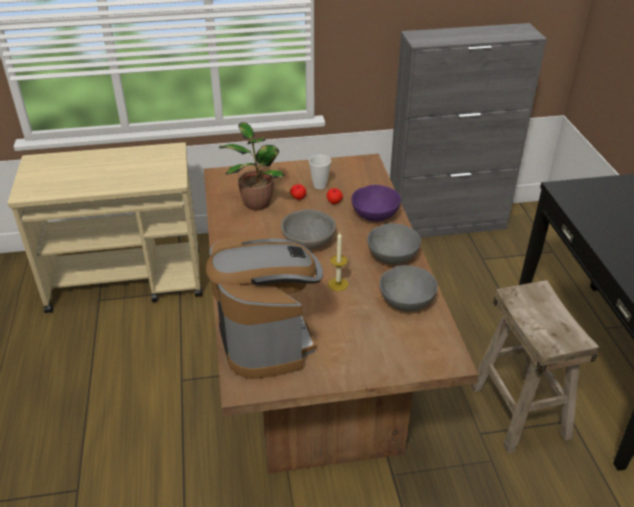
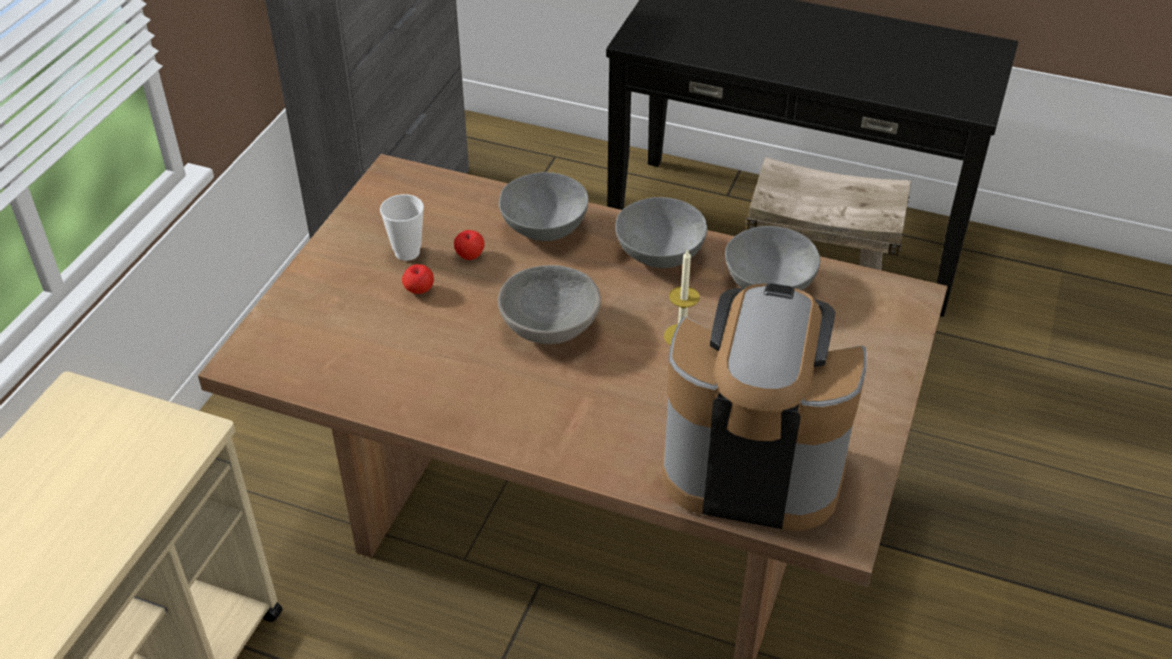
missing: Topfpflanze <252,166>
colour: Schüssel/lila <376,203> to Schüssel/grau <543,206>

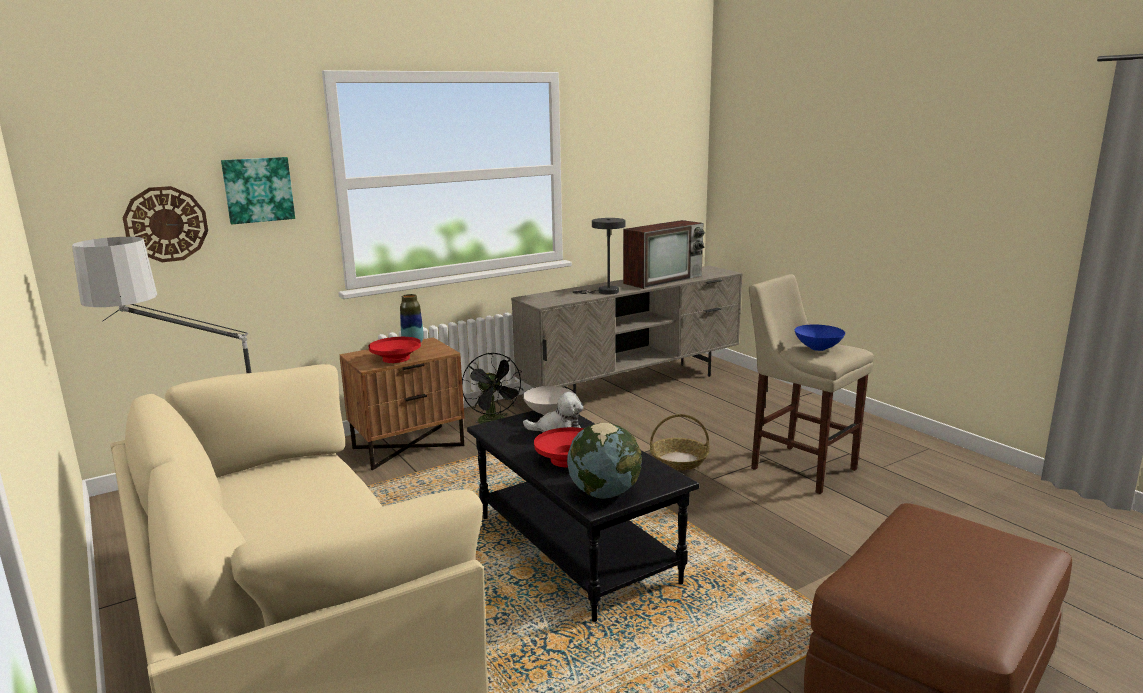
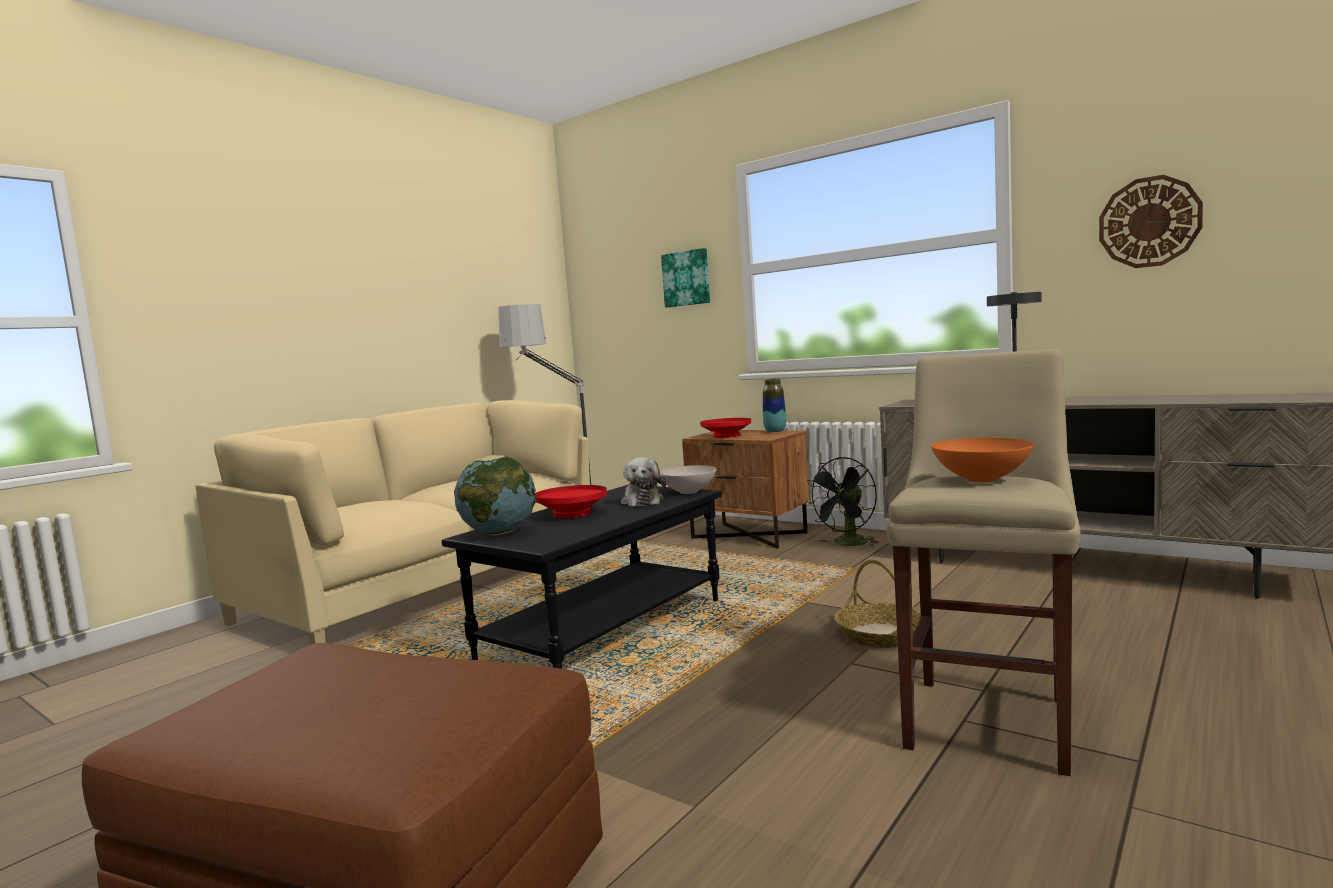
missing: Fernseher <664,254>
relocated: Wanduhr <165,224> to <1151,221>
colour: Schüssel/blau <820,338> to Schüssel/orange <982,460>

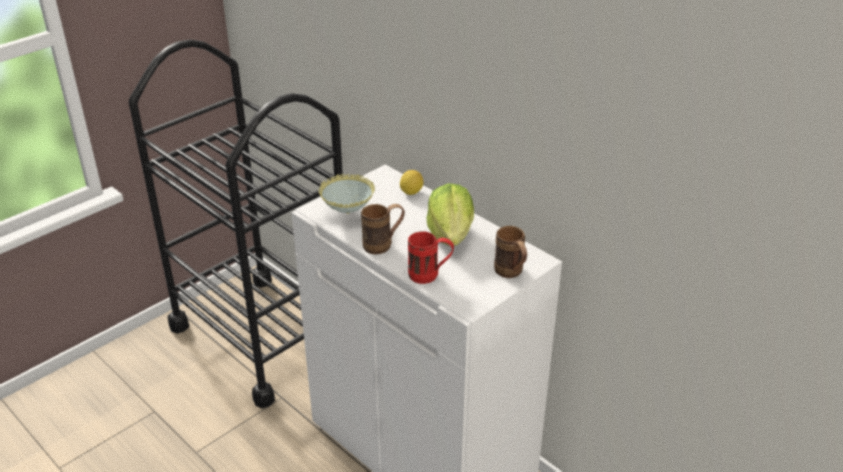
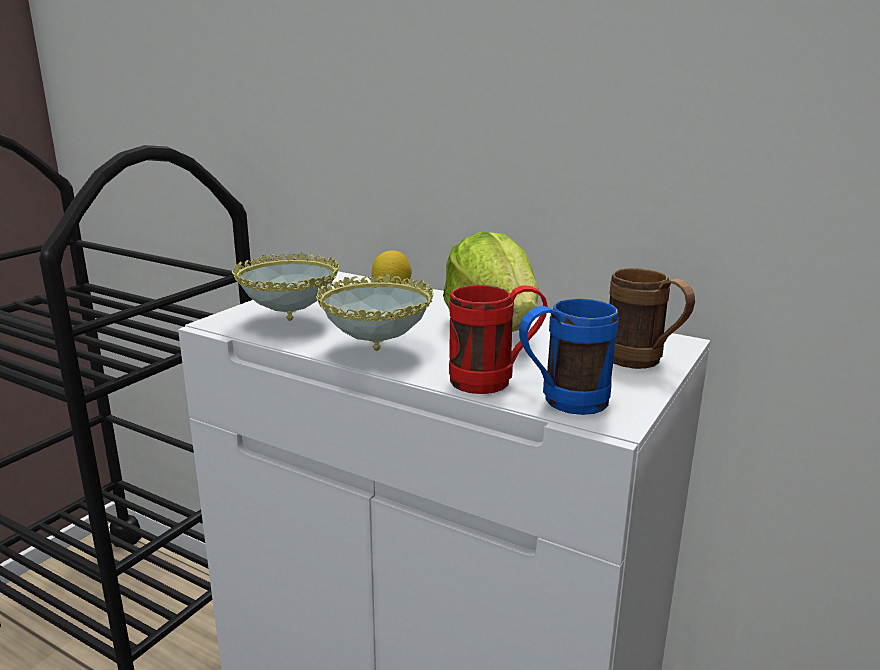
appeared: Henkelbecher/blau <568,357>
exchanged: Henkelbecher/braun <383,229> to Schüssel <375,312>

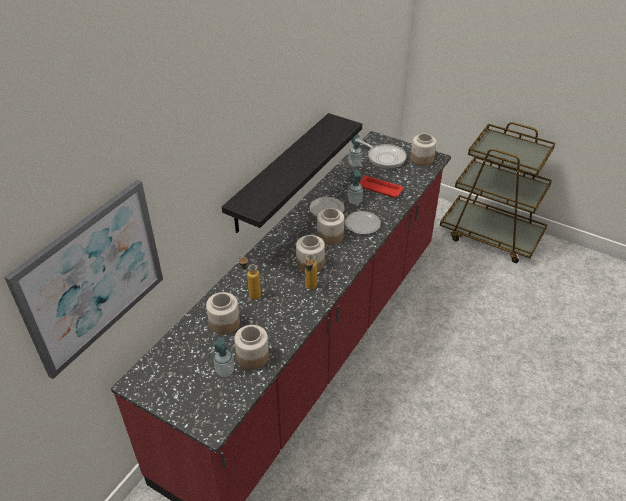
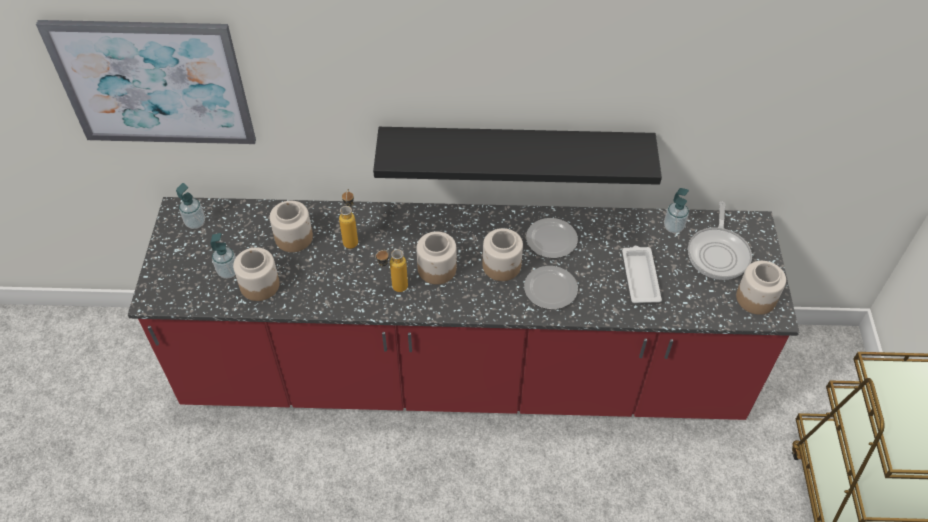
relocated: Seifenspender <355,187> to <190,206>
colour: Tablett/rot <381,186> to Tablett/weiß <642,274>

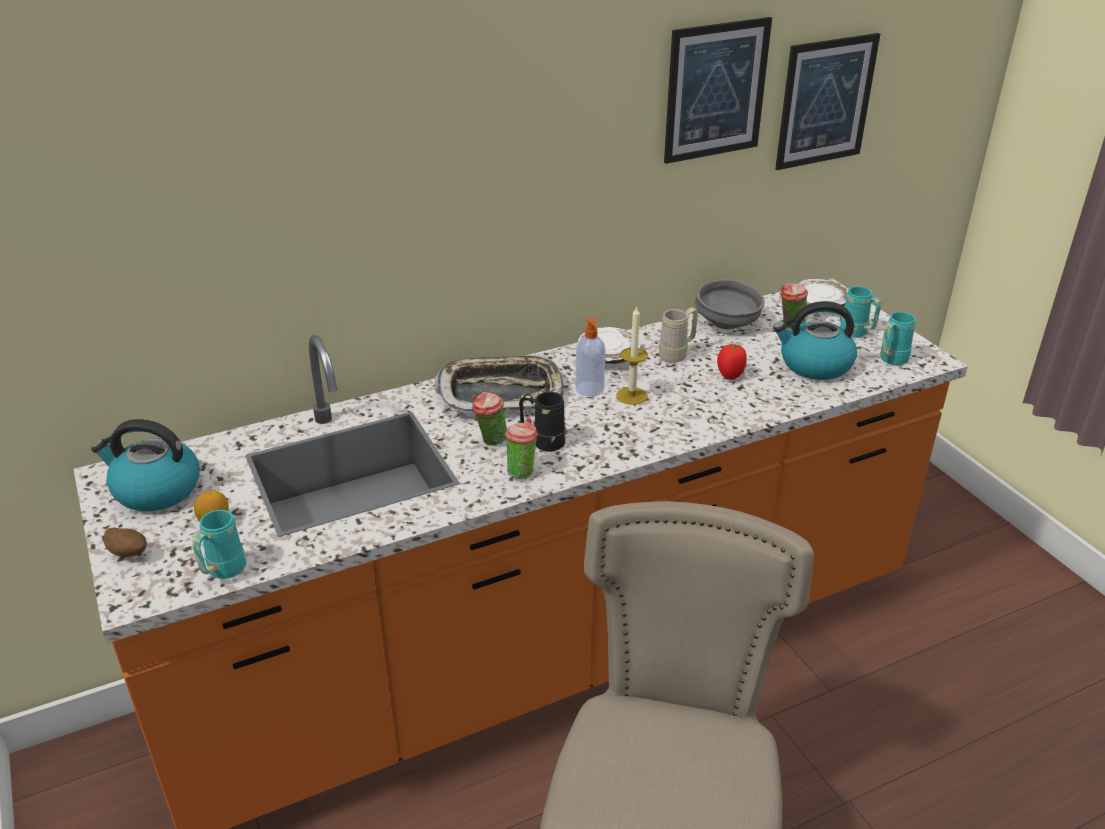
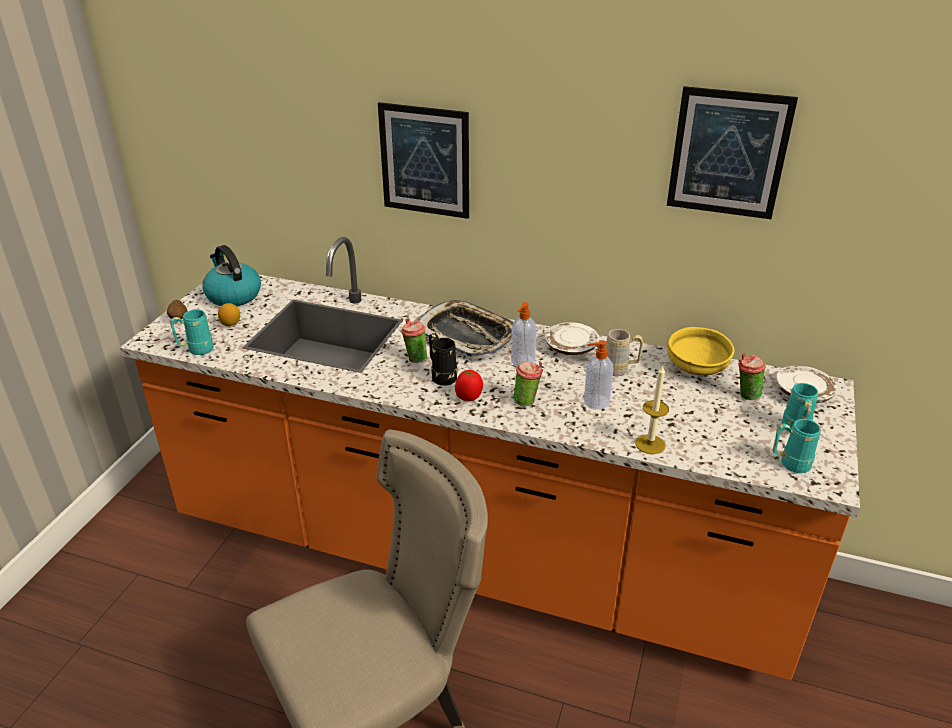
missing: Wasserkessel <815,340>
appeared: Seifenspender <599,374>
relocated: Bild <827,101> to <423,160>; Tomate <732,362> to <469,385>; Tasse <521,448> to <528,384>; Kerze <632,355> to <652,409>
colour: Schüssel/grau <730,304> to Schüssel/gelb <701,351>

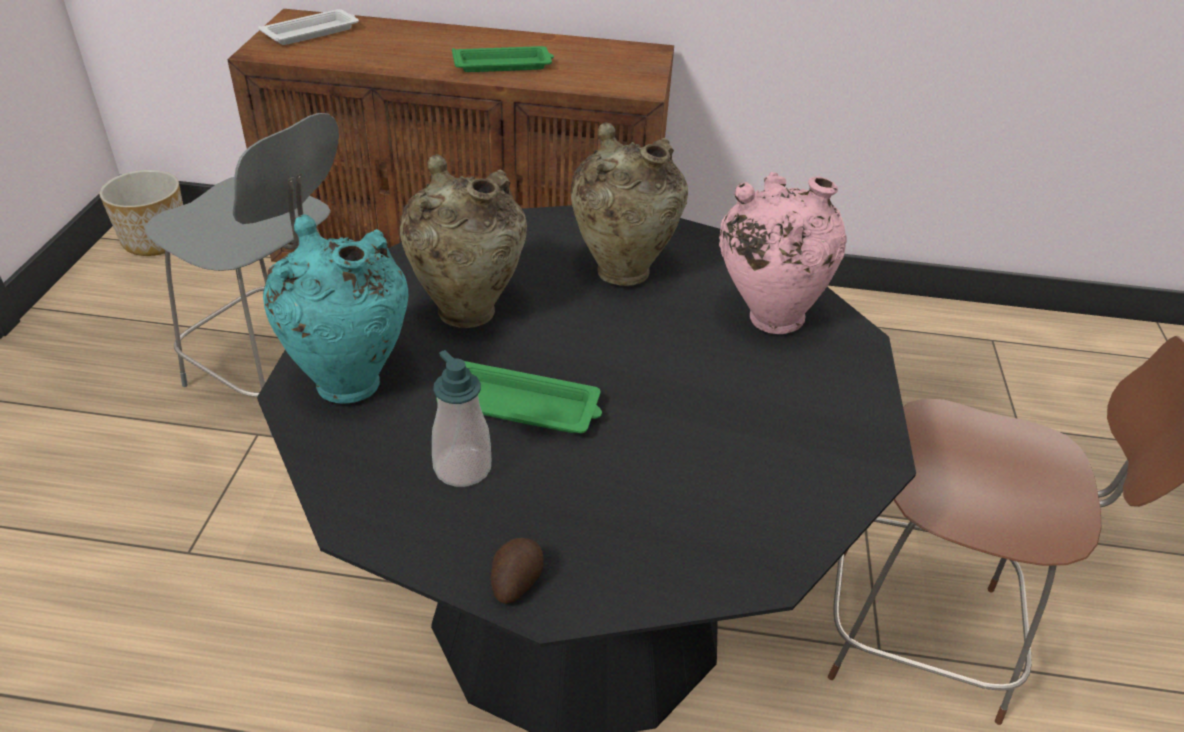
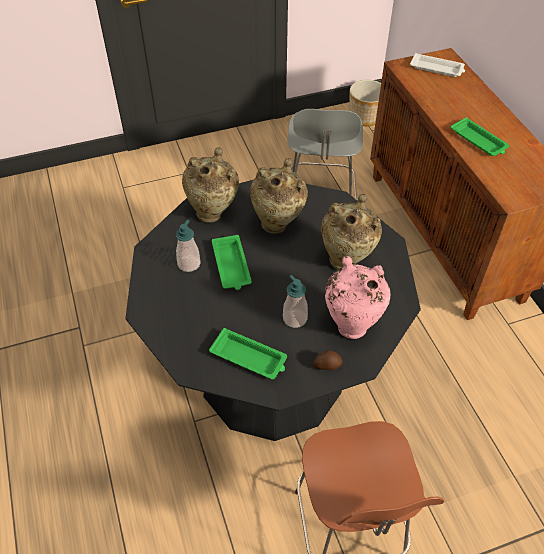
appeared: Tablett/grün <248,354>; Seifenspender <295,301>
relocated: Kartoffel <517,571> to <328,360>
colour: Vase/türkis <335,309> to Vase/beige <210,185>

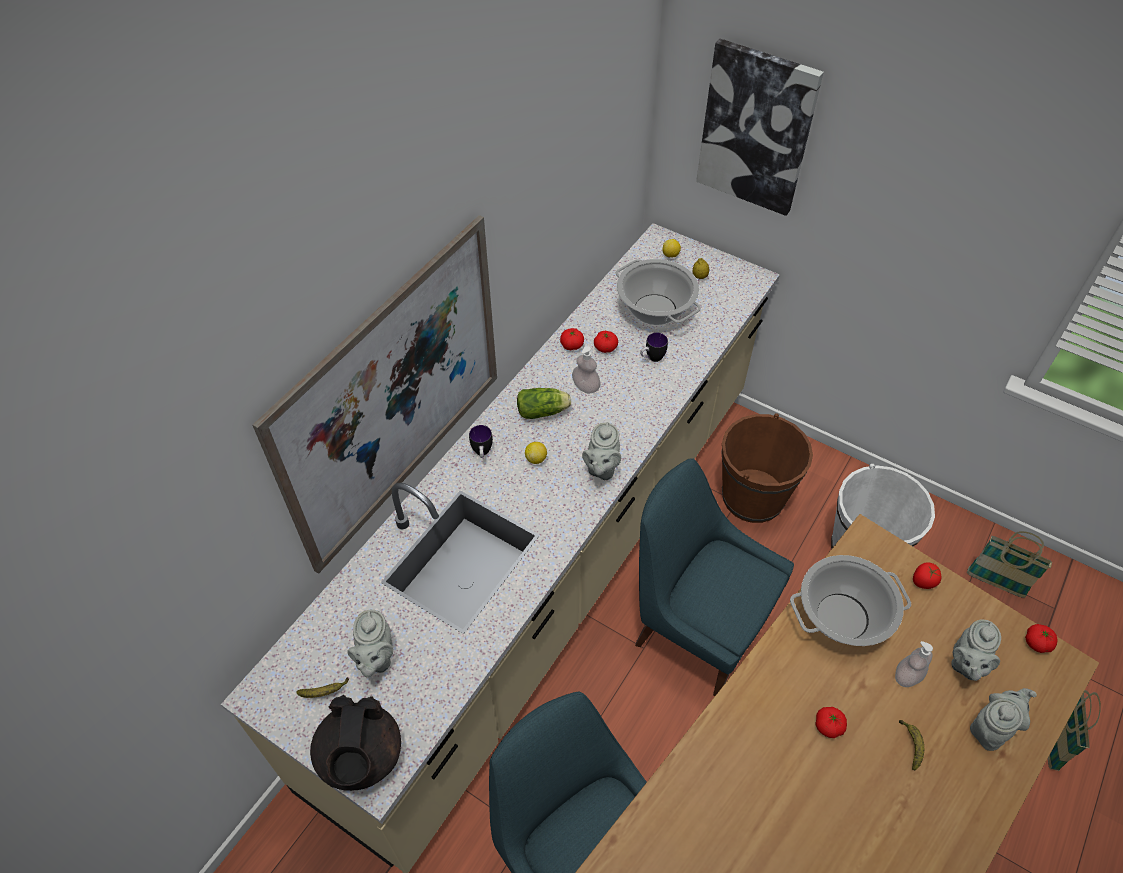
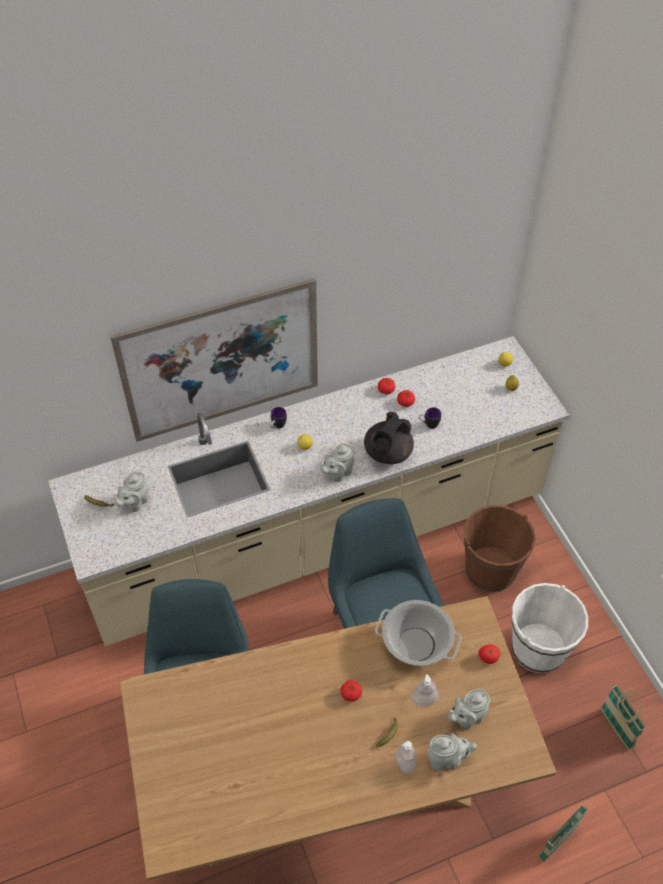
missing: Salatkopf <544,403>; Kochtopf <658,292>; Bild <760,127>; Tomate <1041,638>
relocated: Teekanne/schwarz <355,743> to <389,438>; Seifenspender <586,370> to <406,757>

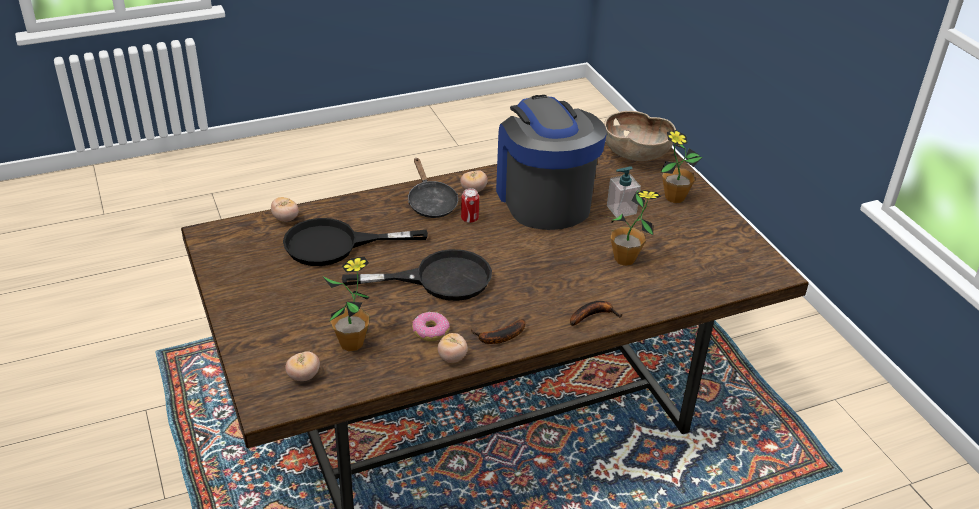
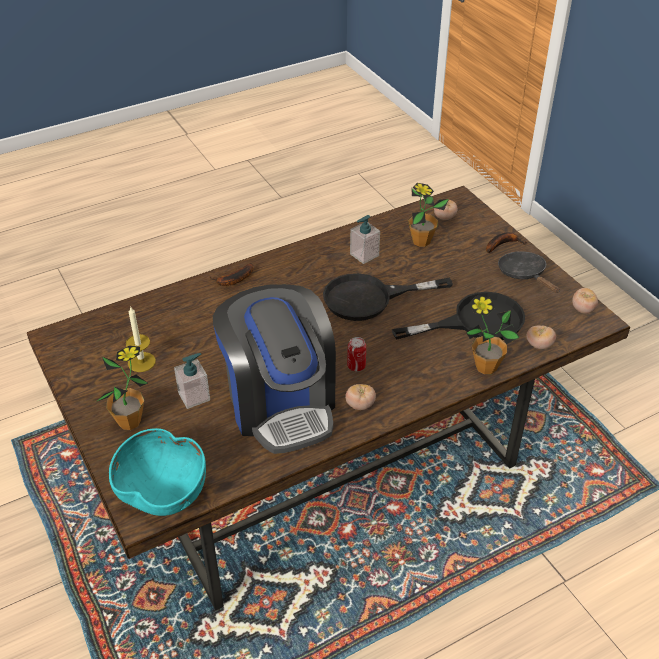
appeared: Kerze <141,339>
relocated: Topfpflanze <633,228> to <493,334>; Banane <498,331> to <506,242>; Pfanne/schwarz <433,188> to <529,272>; Tomate <453,348> to <585,301>
exchanged: Donut <431,326> to Seifenspender <365,239>
colour: Schüssel/braun <640,136> to Schüssel/türkis <157,472>

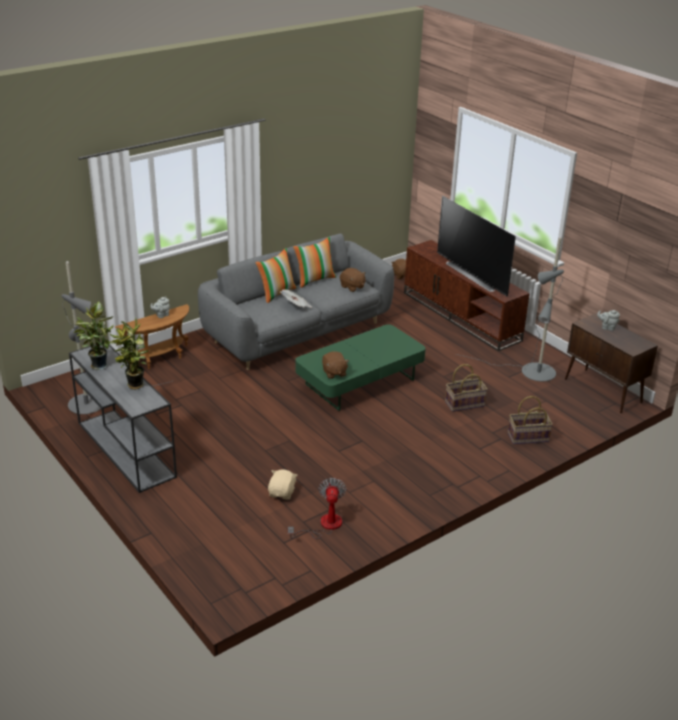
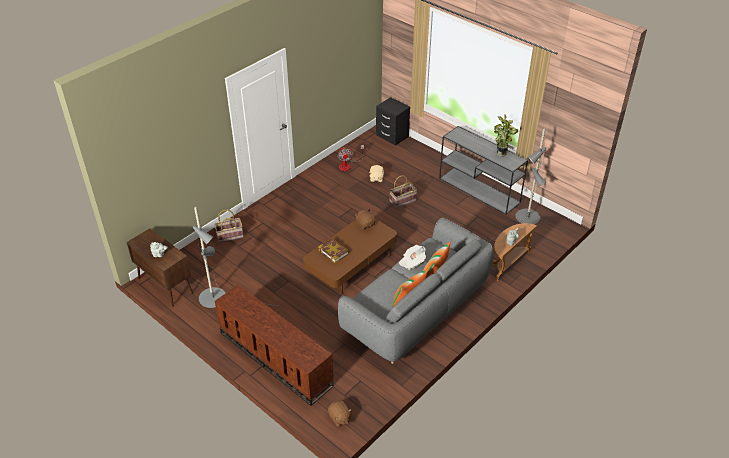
missing: Topfpflanze <129,353>; Plüschtier/braun <353,280>; Fernseher <476,246>
appeared: Buch <334,250>; Nachttisch/schwarz <393,121>
relocated: Korb <466,388> to <403,191>
colour: Couchtisch/grün <360,367> to Couchtisch/braun <350,256>

